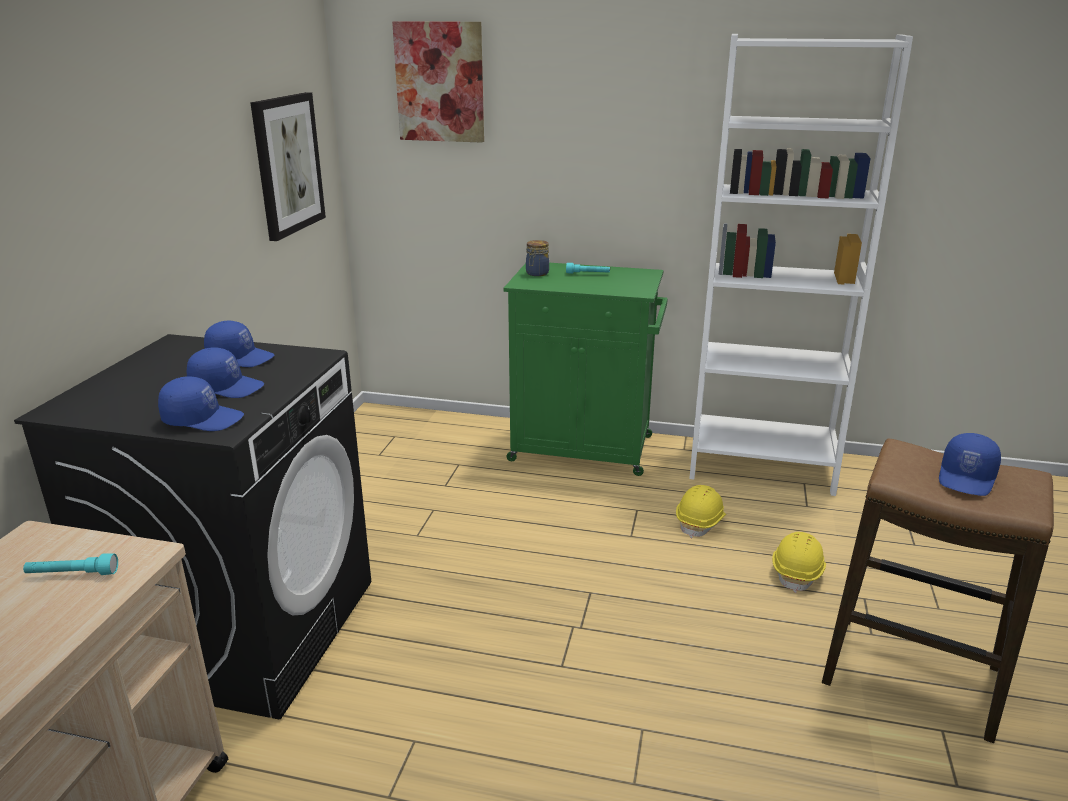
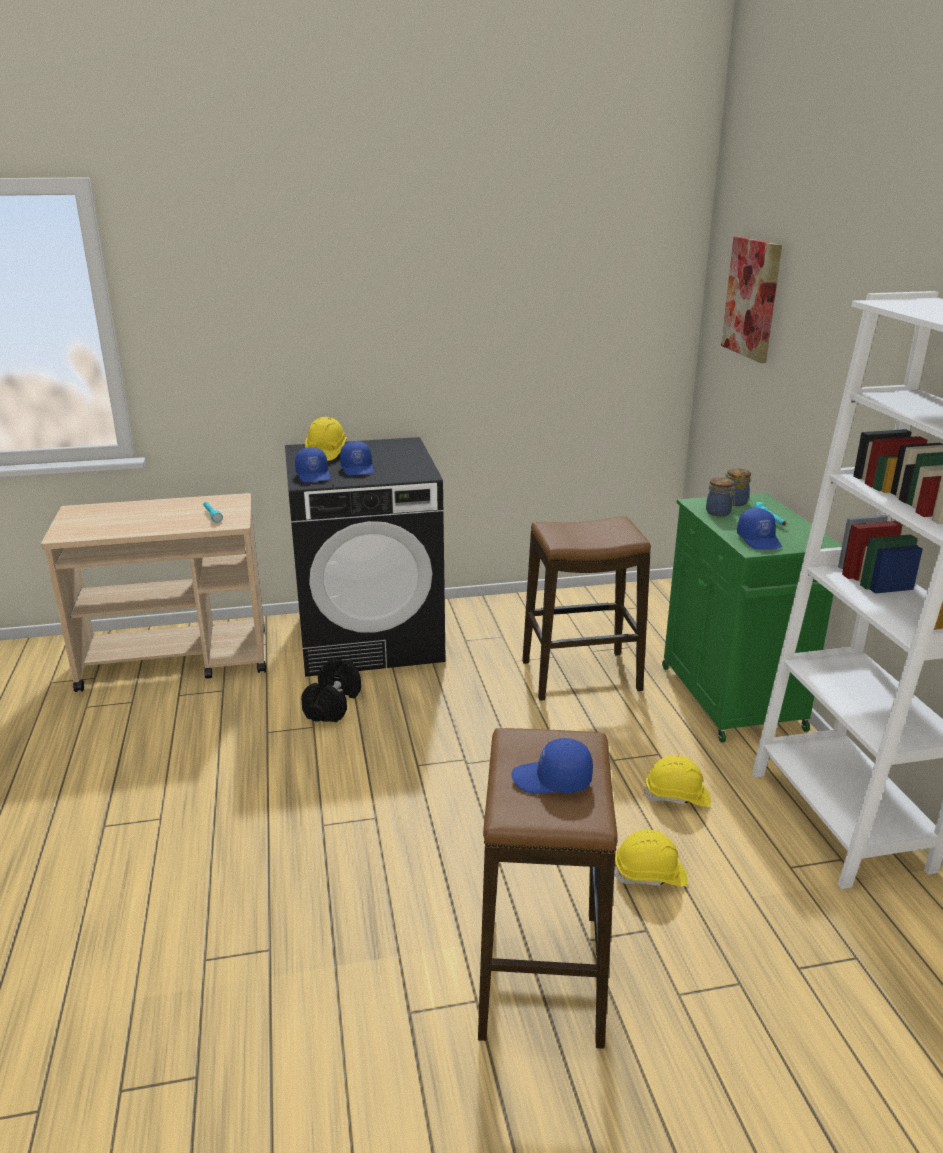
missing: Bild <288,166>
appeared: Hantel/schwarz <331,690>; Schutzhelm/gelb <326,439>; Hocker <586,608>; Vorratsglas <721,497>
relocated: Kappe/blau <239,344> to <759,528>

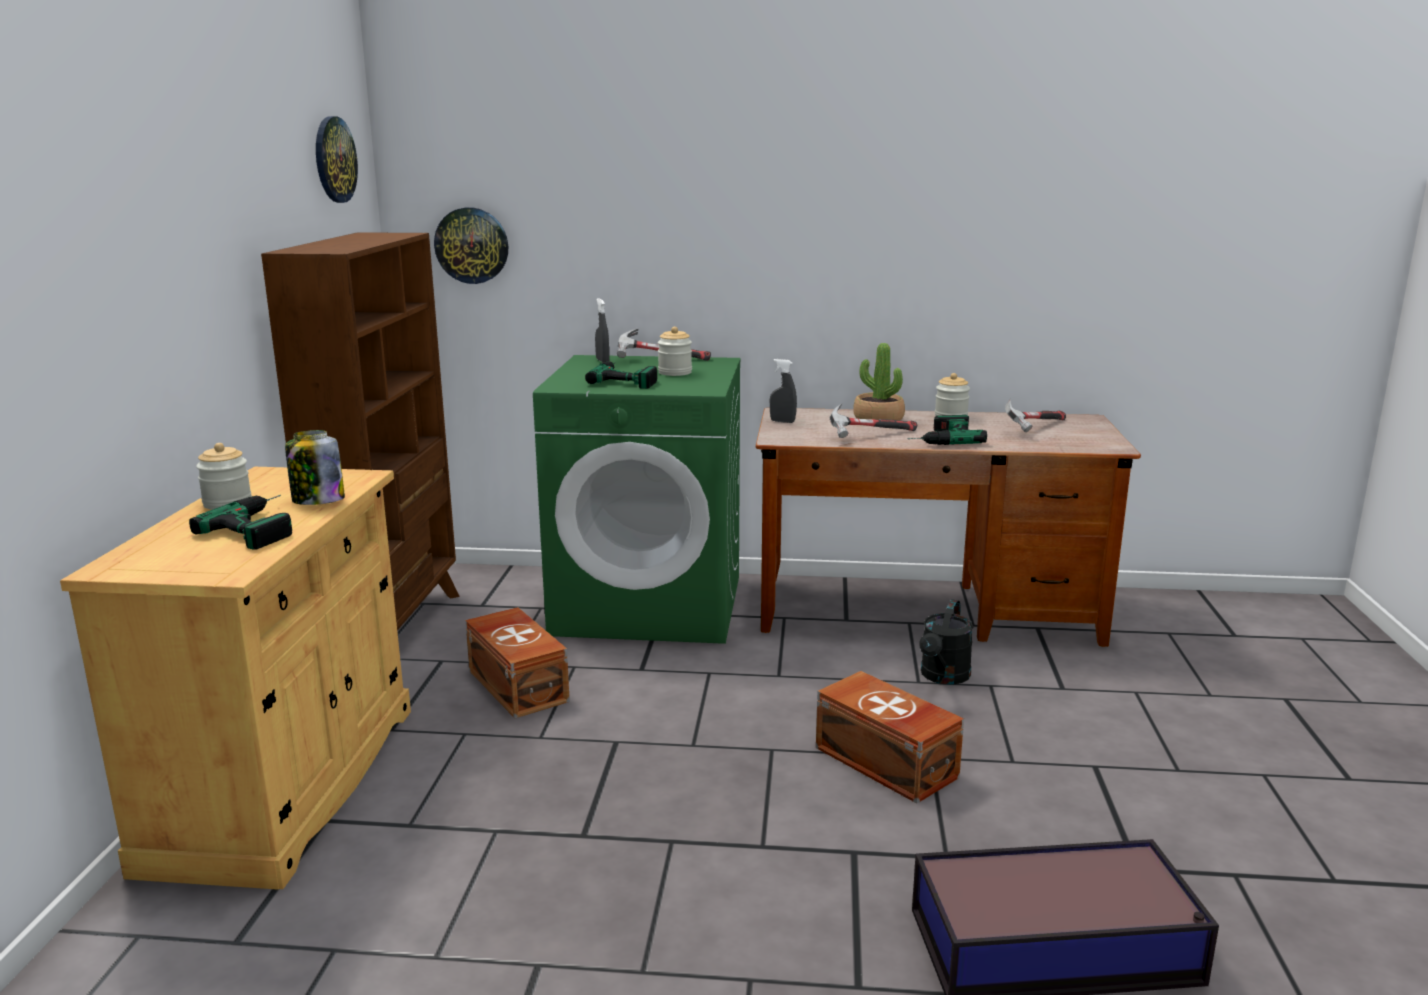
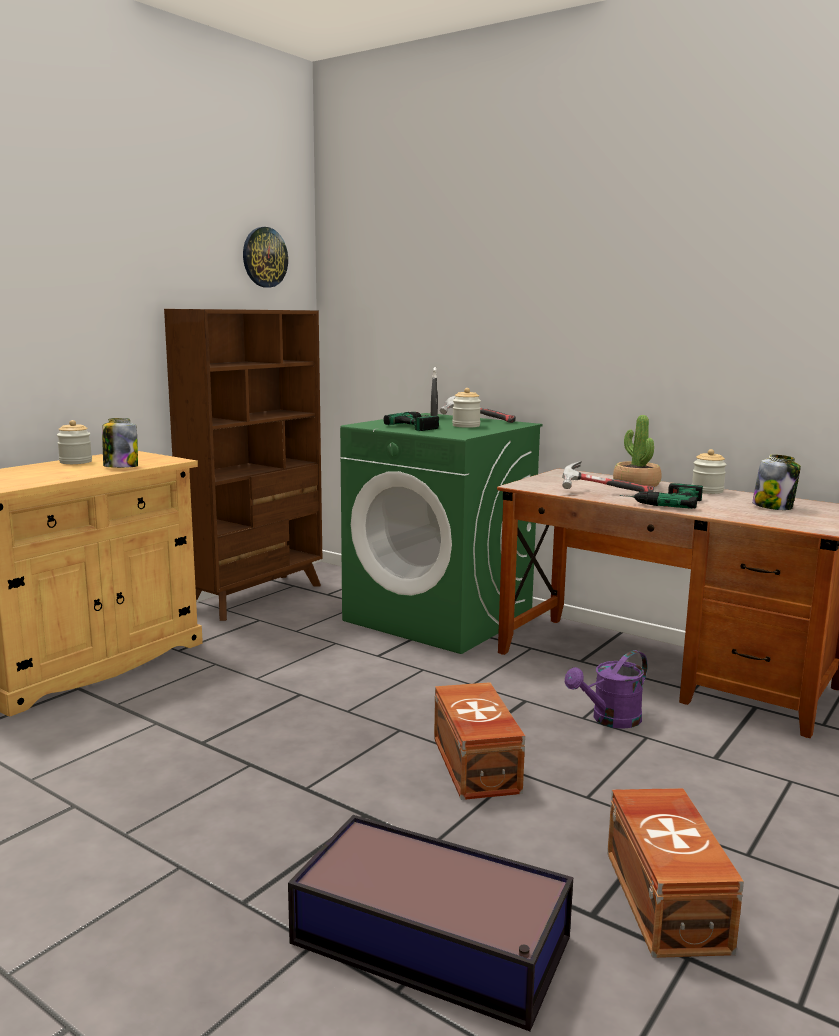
missing: Bohrmaschine <240,522>; Wanduhr <471,245>; Sprühflasche/grau <783,391>
relocated: Aufbewahrungsbox/braun <517,662> to <675,873>
exchanged: Hammer <1035,415> to Vorratsglas <776,482>
colour: Gießkanne/schwarz <946,641> to Gießkanne/lila <606,689>

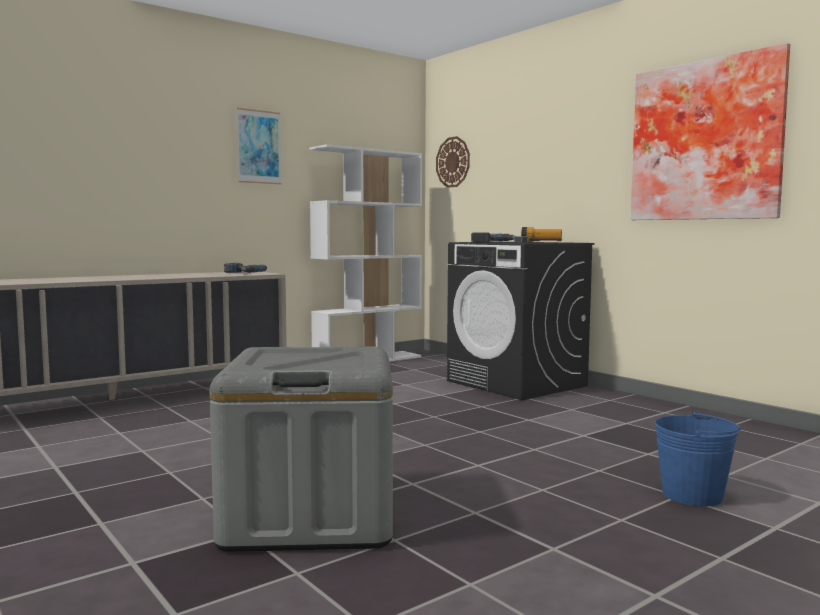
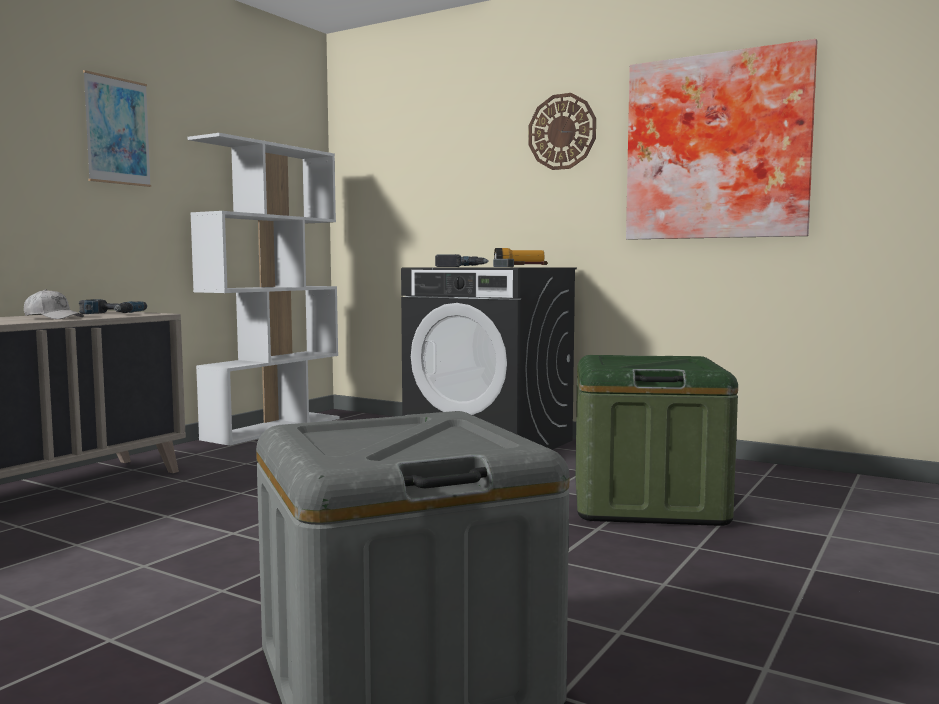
missing: Eimer/blau <698,458>
appeared: Kappe/weiß <54,304>; Aufbewahrungsbox/grün <656,440>
relocated: Wanduhr <453,162> to <562,131>

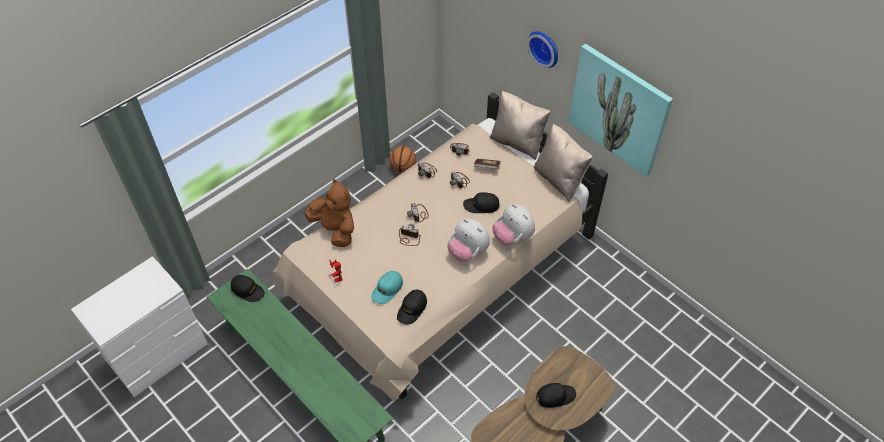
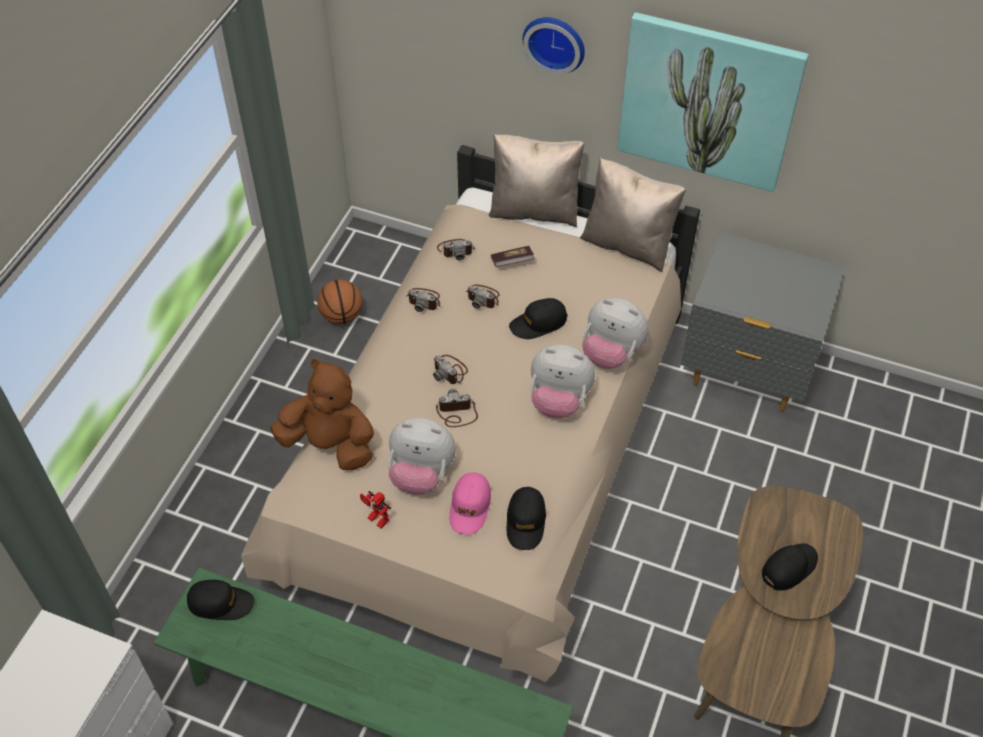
appeared: Plüschtier <422,456>; Nachttisch/grau <763,322>
colour: Kappe/türkis <387,287> to Kappe/rosa <470,503>

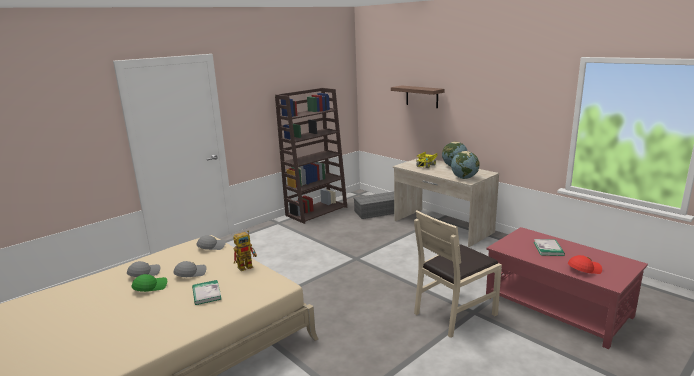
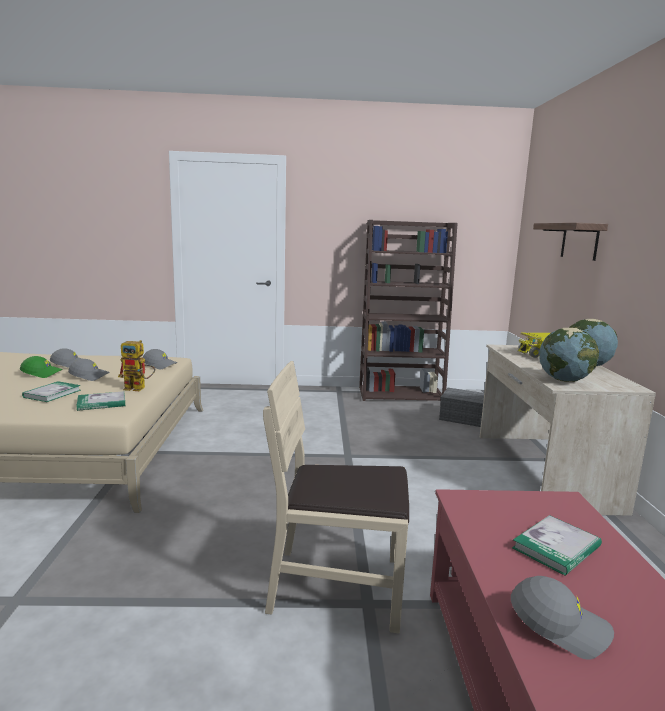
appeared: Buch <101,401>
colour: Kappe/rot <585,264> to Kappe/grau <562,617>

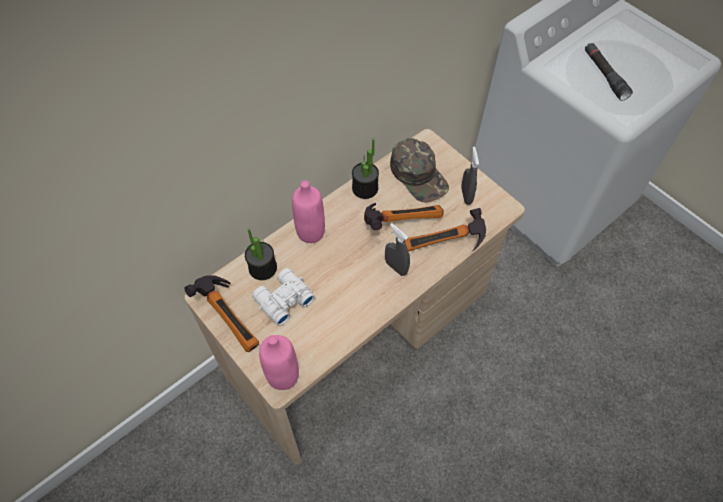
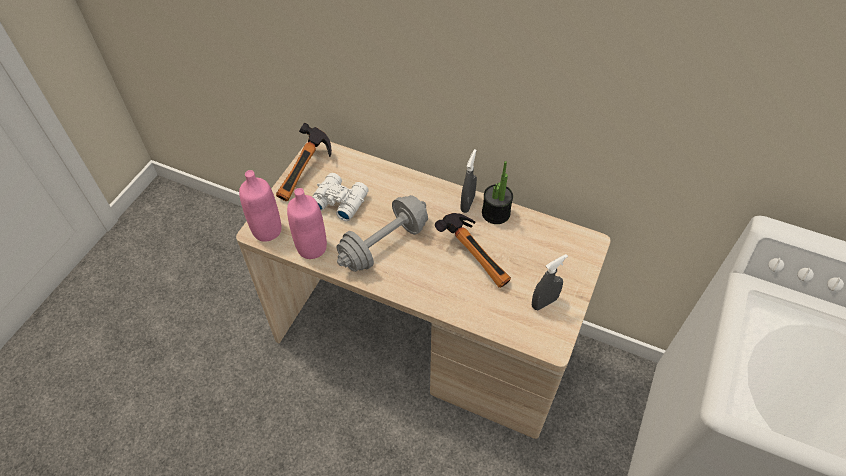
missing: Topfpflanze <261,254>; Kappe/grün <419,170>; Hammer <445,230>; Taschenlampe/schwarz <609,72>
appeared: Hantel/grau <382,233>
relocated: Flasche/rosa <308,211> to <307,223>; Sprühflasche/grau <397,249> to <468,181>

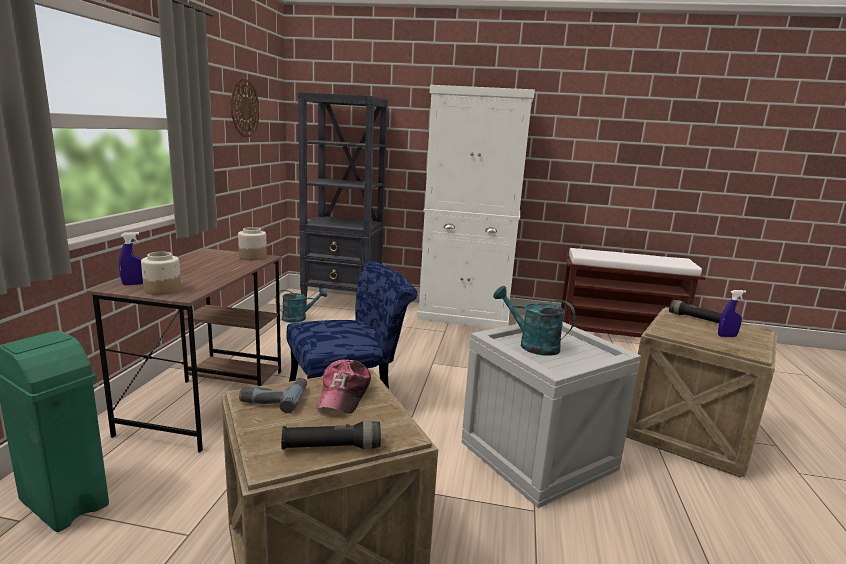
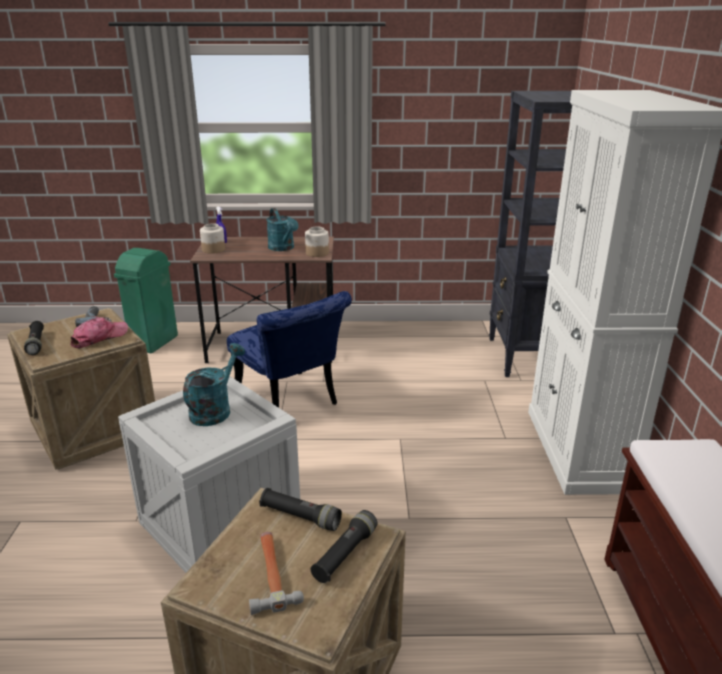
missing: Wanduhr <245,107>
appeared: Taschenlampe/schwarz <300,509>
relocated: Gießkanne/türkis <301,305> to <282,229>
exchanged: Sprühflasche/blau <732,313> to Hammer <276,573>
spun: Kappe <343,386> = <99,332> 135 degrees clockwise

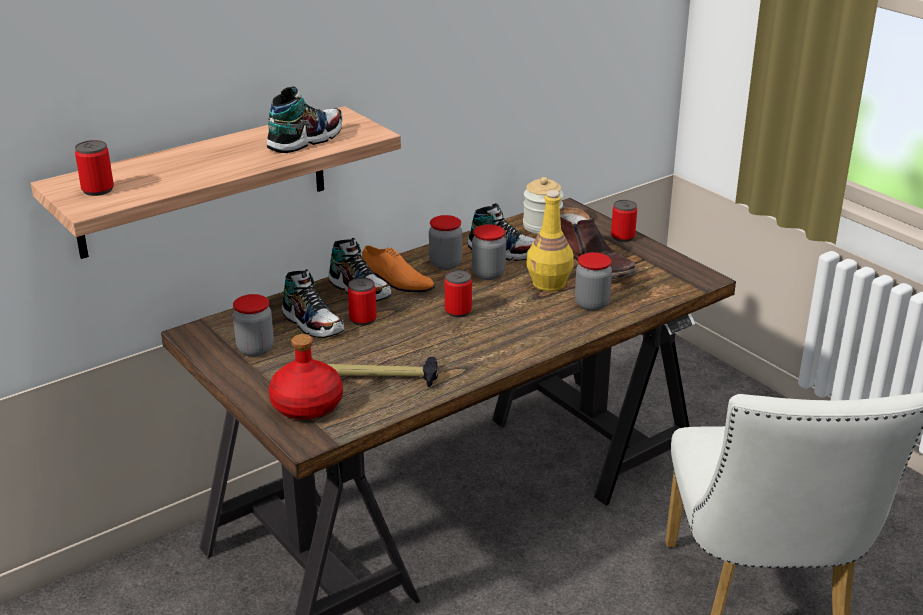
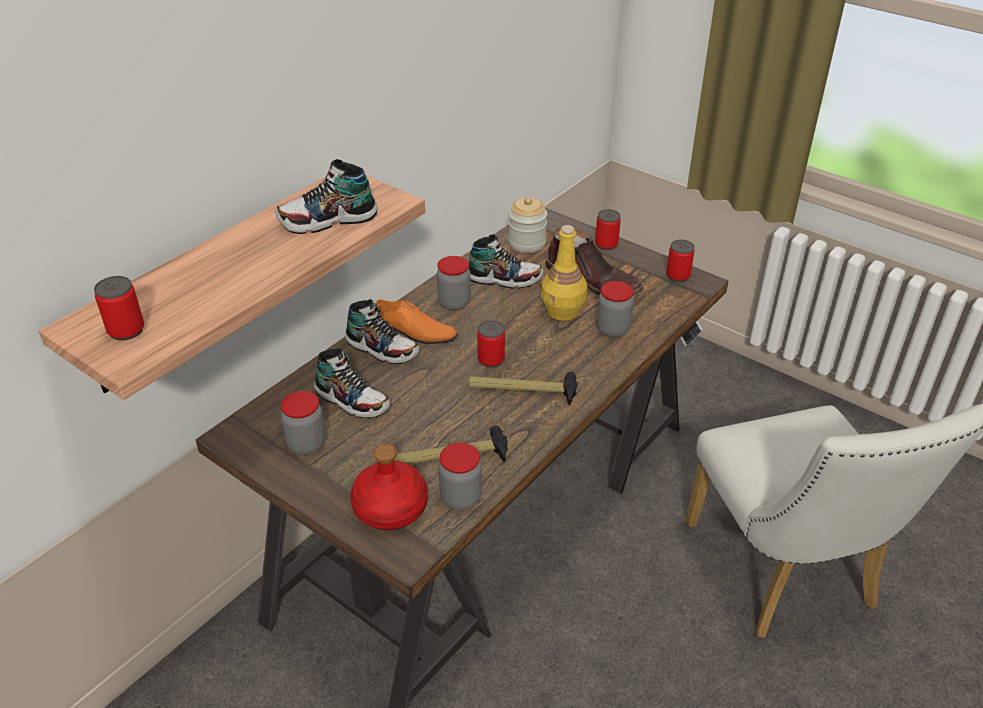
appeared: Hammer <523,388>
relocated: Vorratsglas <489,252> to <460,476>; Dose <362,302> to <680,261>
spun: Schuh <305,120> = <326,196> 135 degrees counterclockwise

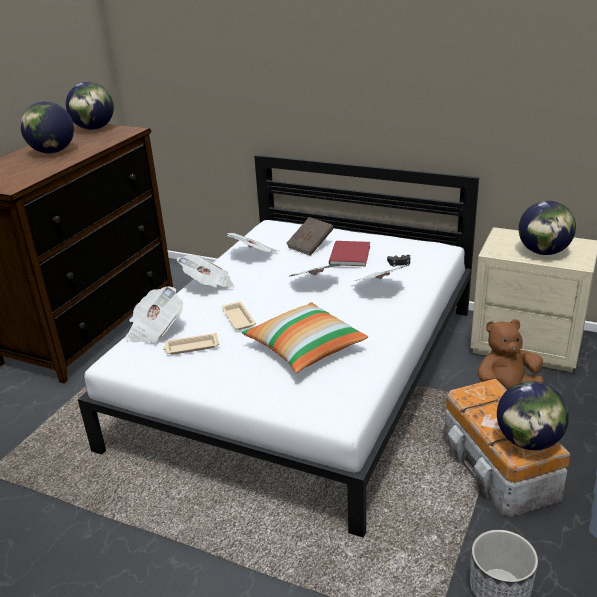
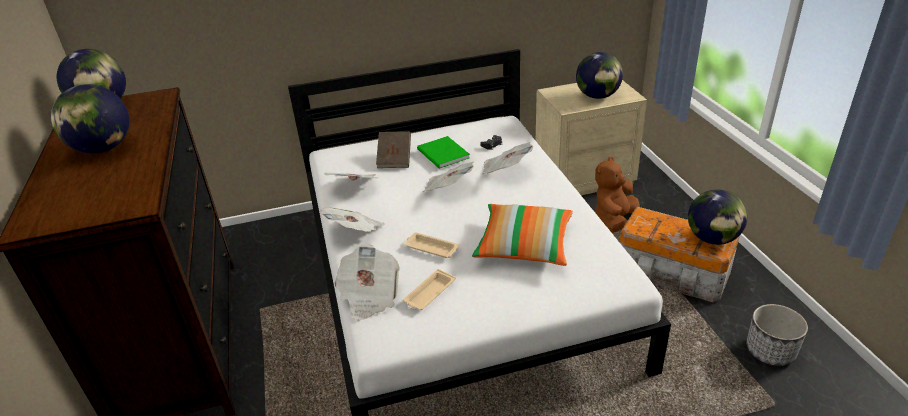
colour: Buch/rot <349,253> to Buch/grün <443,152>

